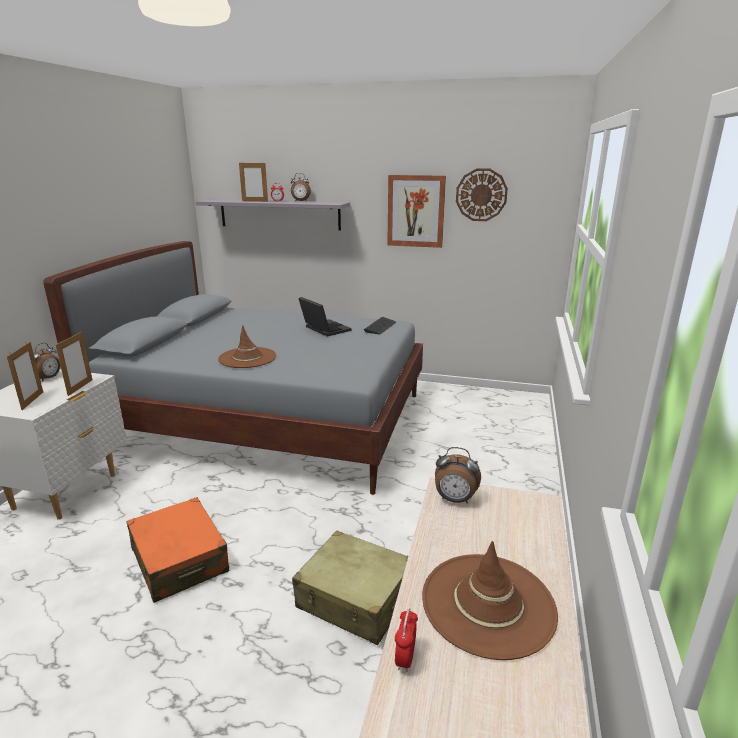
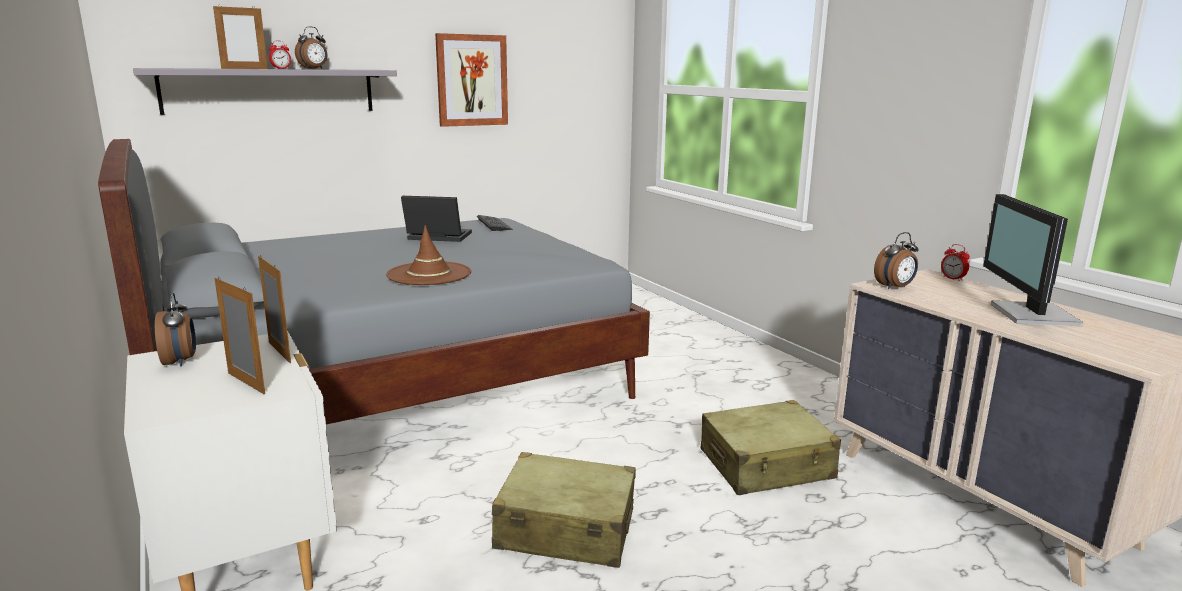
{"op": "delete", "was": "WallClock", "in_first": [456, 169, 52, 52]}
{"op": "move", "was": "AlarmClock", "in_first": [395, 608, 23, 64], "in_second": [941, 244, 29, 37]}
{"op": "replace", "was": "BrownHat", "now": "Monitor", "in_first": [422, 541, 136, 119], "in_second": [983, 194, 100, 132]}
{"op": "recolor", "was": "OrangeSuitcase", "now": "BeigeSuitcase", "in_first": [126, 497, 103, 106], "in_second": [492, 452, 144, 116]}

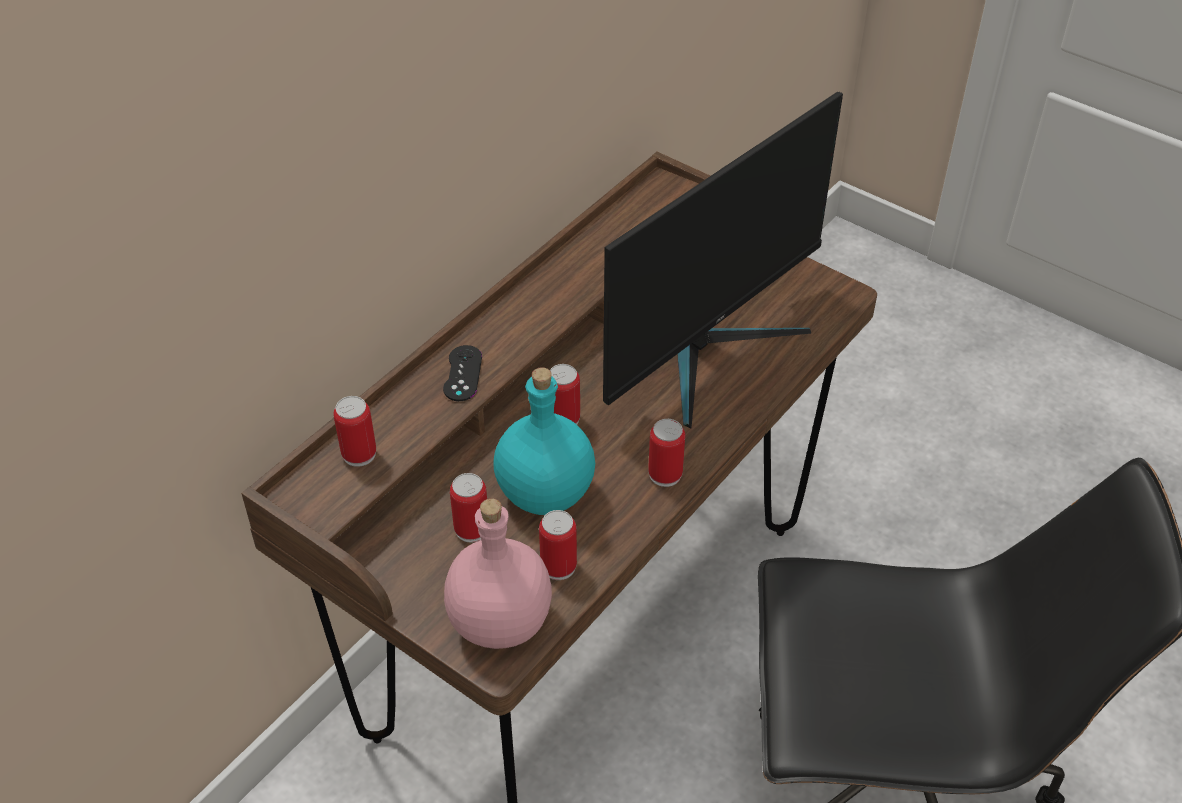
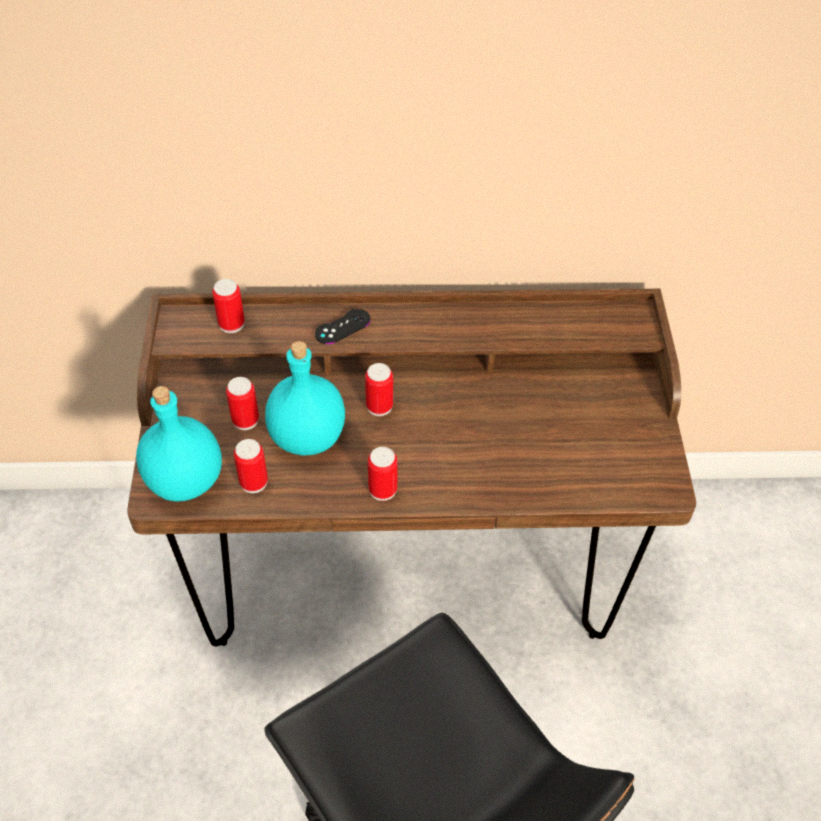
{"op": "delete", "was": "Monitor", "in_first": [603, 92, 240, 336]}
{"op": "recolor", "was": "PinkBottle", "now": "TurquoiseBottle", "in_first": [444, 498, 108, 151], "in_second": [136, 386, 86, 116]}

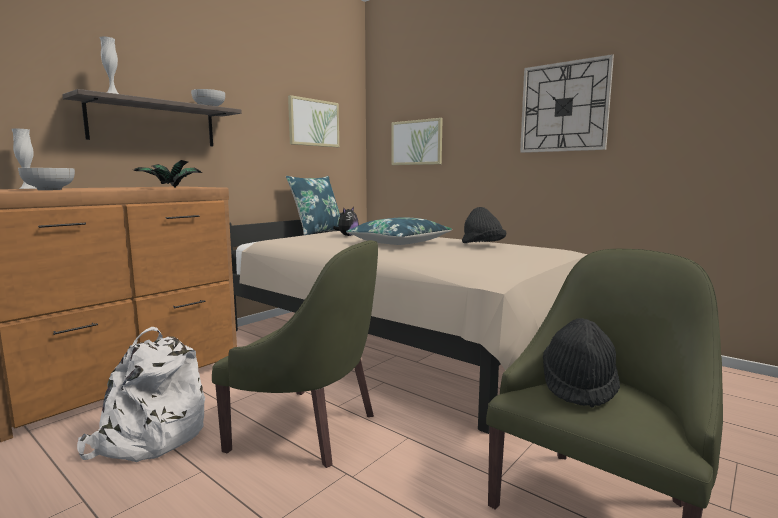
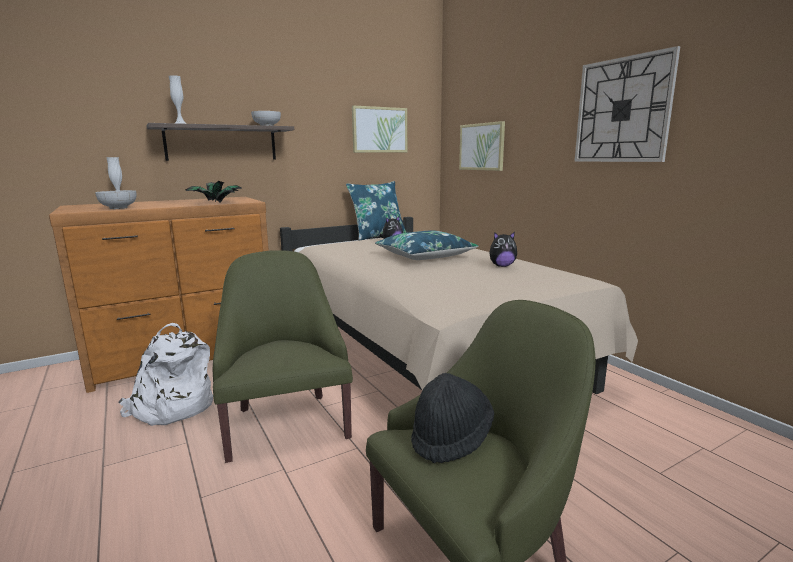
{"op": "replace", "was": "BlackHat", "now": "PlushToy", "in_first": [462, 207, 44, 36], "in_second": [489, 232, 28, 35]}
{"op": "rotate", "was": "GreenArmchair", "in_first": [212, 240, 166, 228], "in_second": [213, 250, 140, 213], "clockwise": -150}

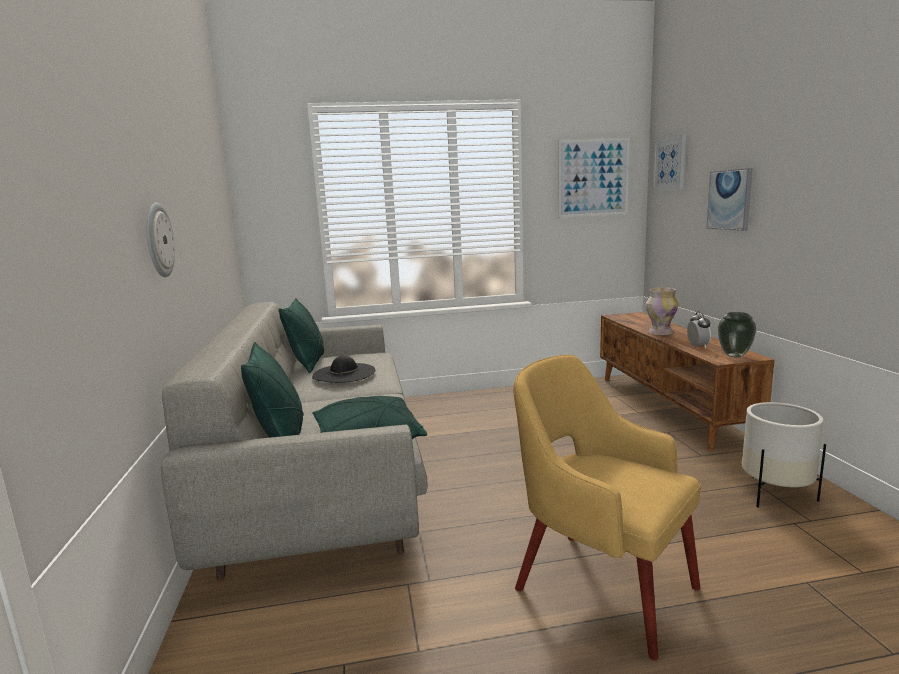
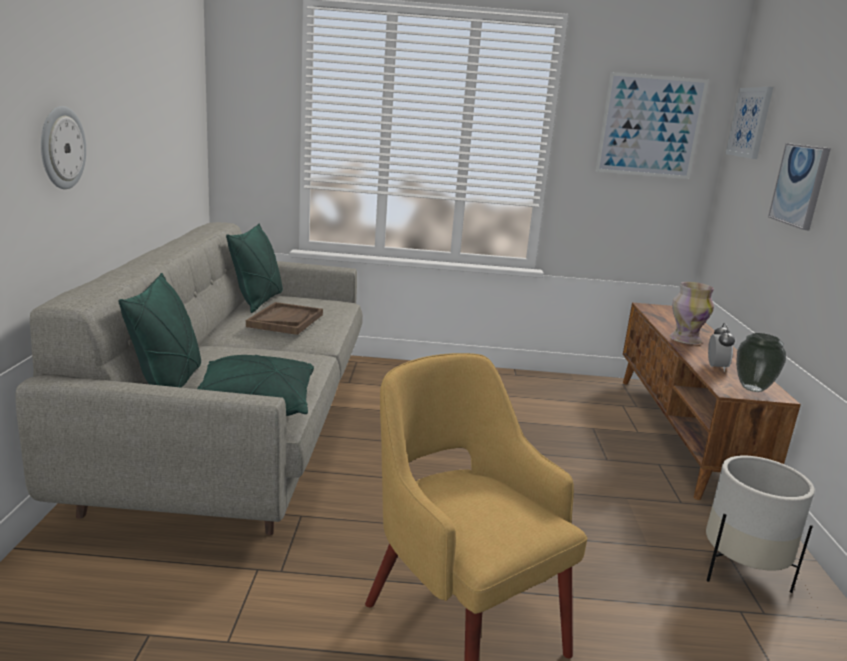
{"op": "replace", "was": "BlackHat", "now": "BrownTray", "in_first": [312, 356, 63, 27], "in_second": [246, 302, 77, 33]}

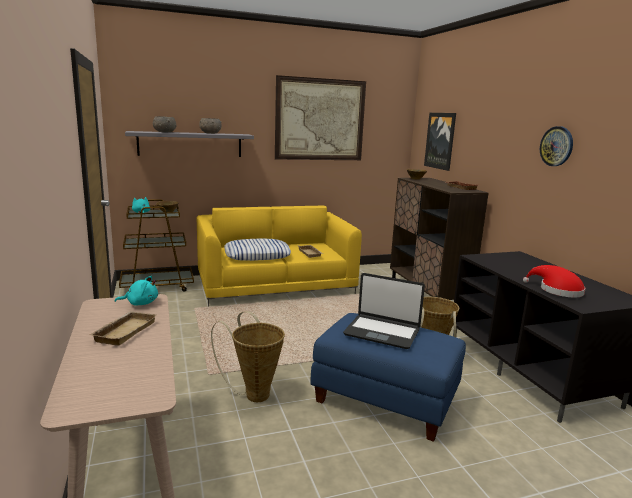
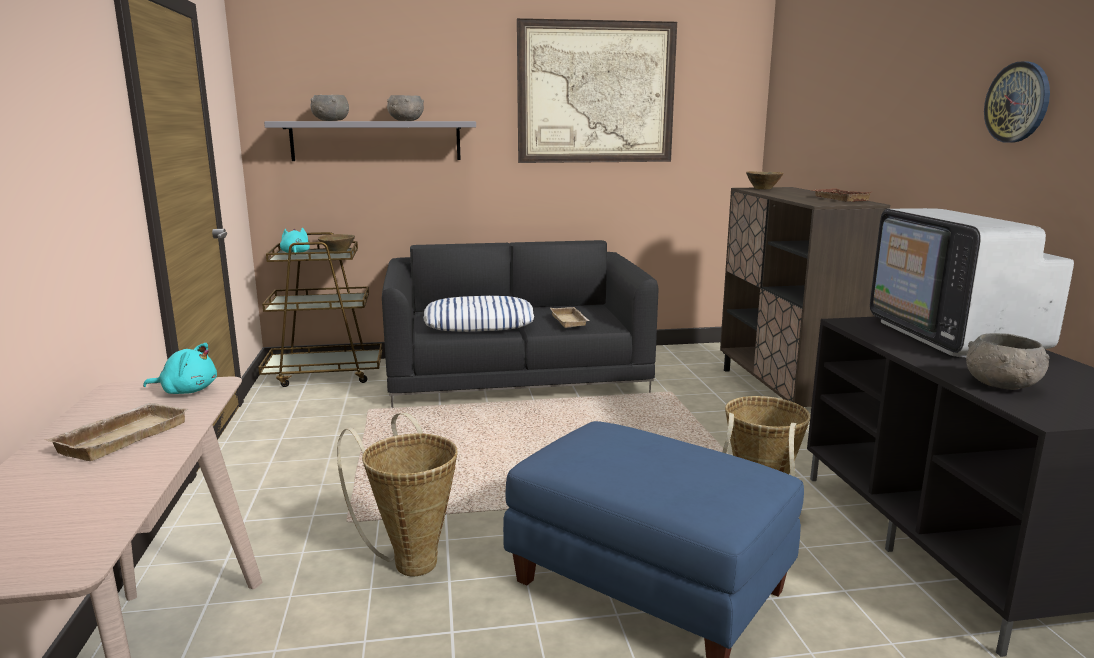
{"op": "delete", "was": "Laptop", "in_first": [343, 273, 82, 76]}
{"op": "delete", "was": "Picture", "in_first": [424, 113, 32, 58]}
{"op": "insert", "now": "Television", "in_second": [870, 208, 204, 150]}
{"op": "replace", "was": "RedHat", "now": "GreyBowl", "in_first": [523, 265, 63, 32], "in_second": [966, 333, 83, 57]}
{"op": "recolor", "was": "YellowSofa", "now": "BlackSofa", "in_first": [196, 205, 166, 102], "in_second": [382, 240, 277, 168]}

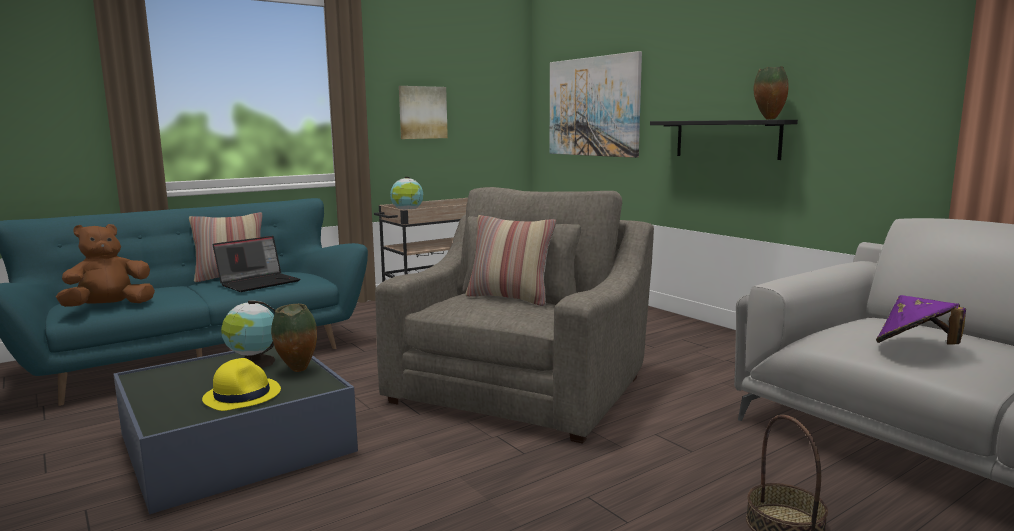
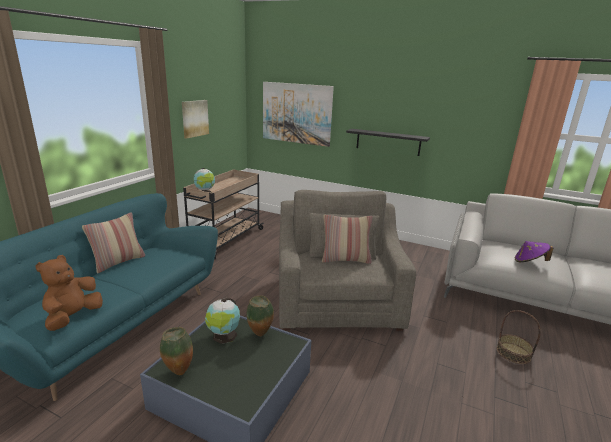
{"op": "delete", "was": "YellowHat", "in_first": [202, 358, 79, 53]}
{"op": "delete", "was": "Laptop", "in_first": [212, 236, 88, 56]}
{"op": "move", "was": "Vase", "in_first": [753, 66, 35, 54], "in_second": [160, 327, 33, 48]}

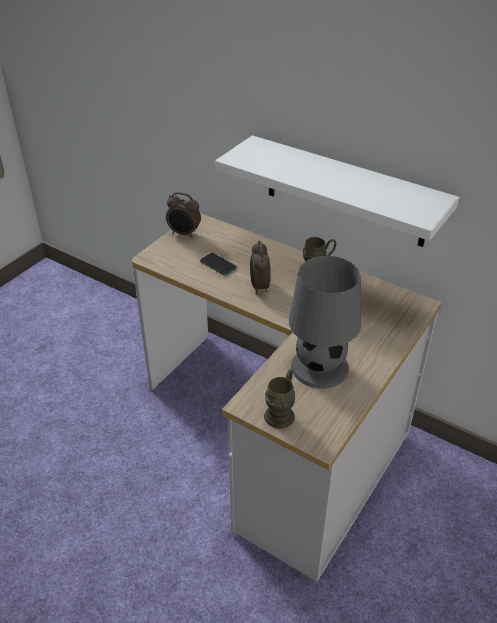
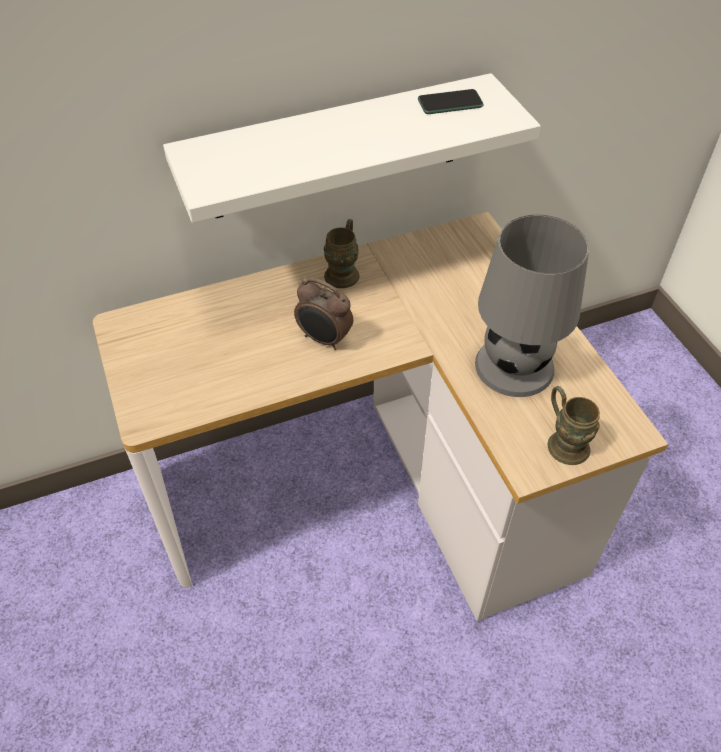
{"op": "delete", "was": "AlarmClock", "in_first": [166, 192, 35, 46]}
{"op": "move", "was": "Phone", "in_first": [200, 253, 37, 23], "in_second": [418, 89, 66, 25]}

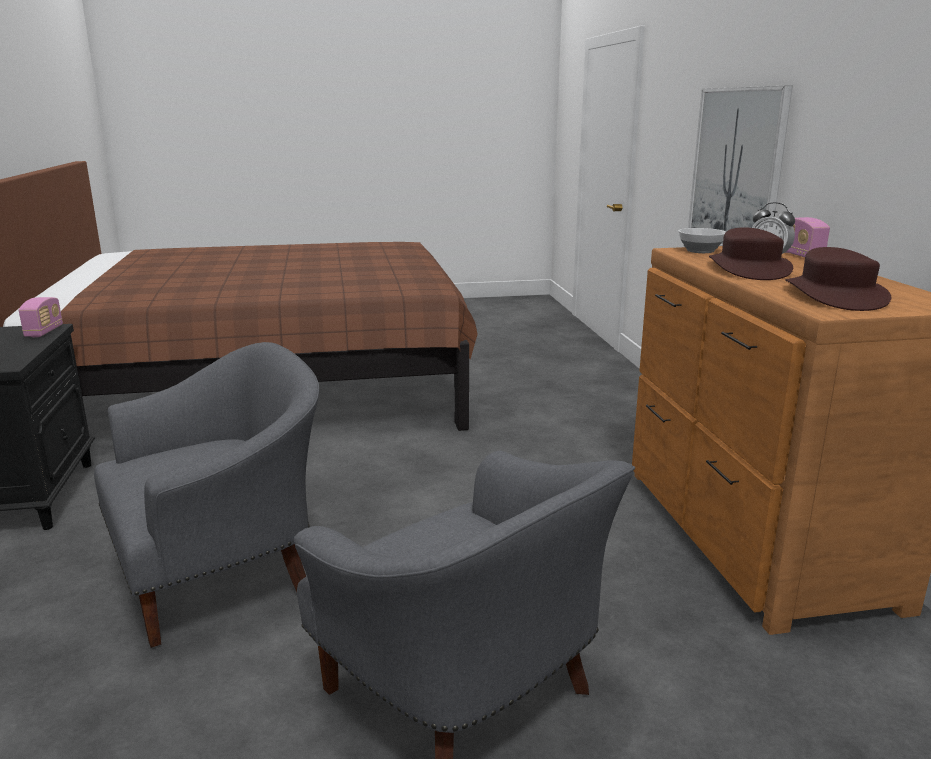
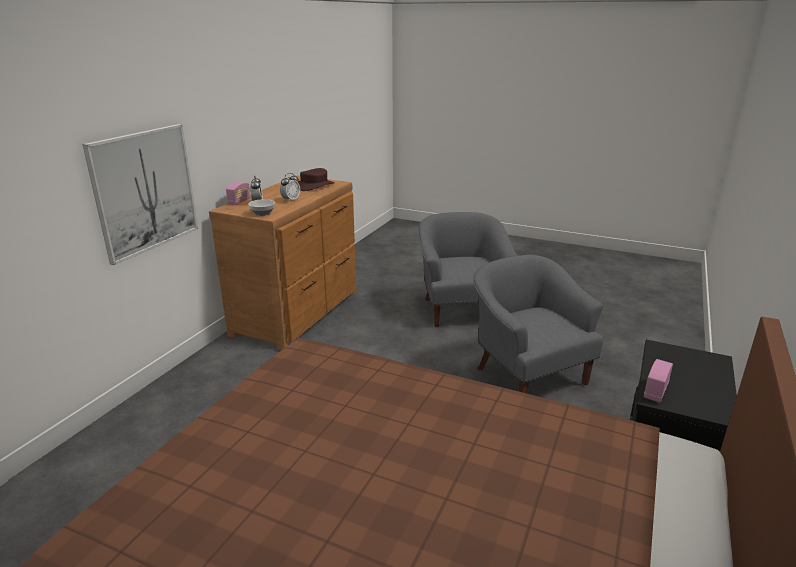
{"op": "replace", "was": "BrownHat", "now": "AlarmClock", "in_first": [709, 228, 84, 52], "in_second": [280, 173, 20, 29]}
{"op": "rotate", "was": "GreyArmchair", "in_first": [94, 342, 225, 306], "in_second": [473, 255, 130, 138], "clockwise": 60}

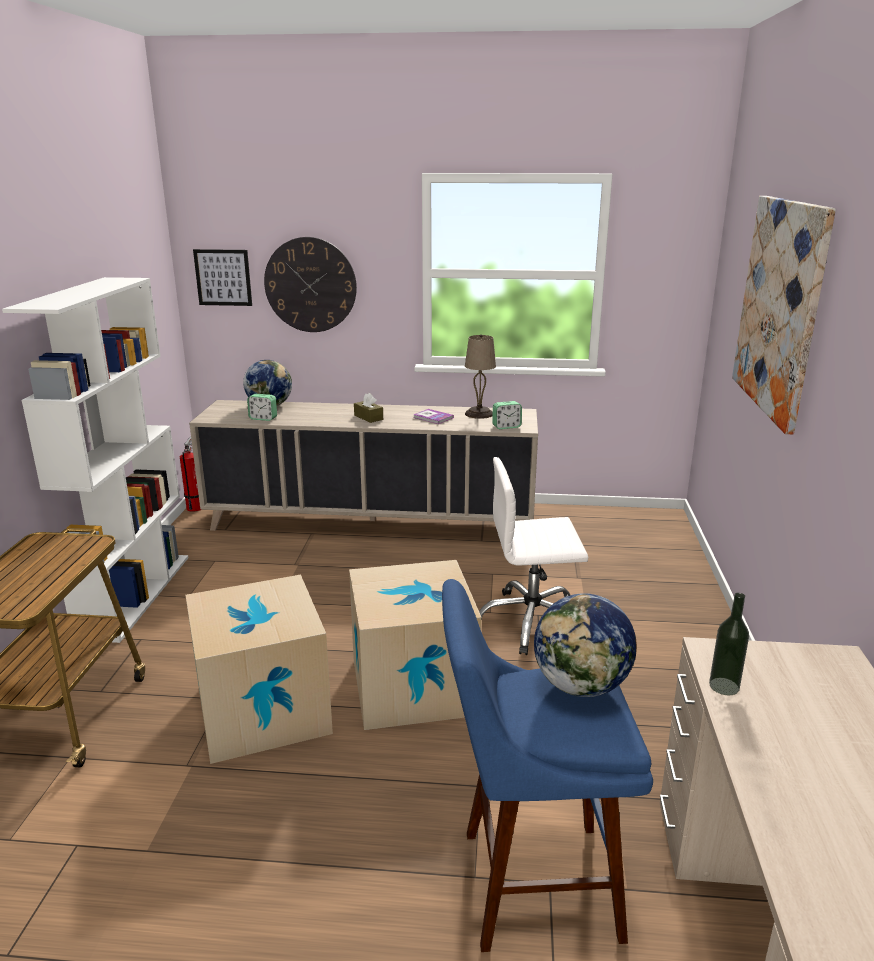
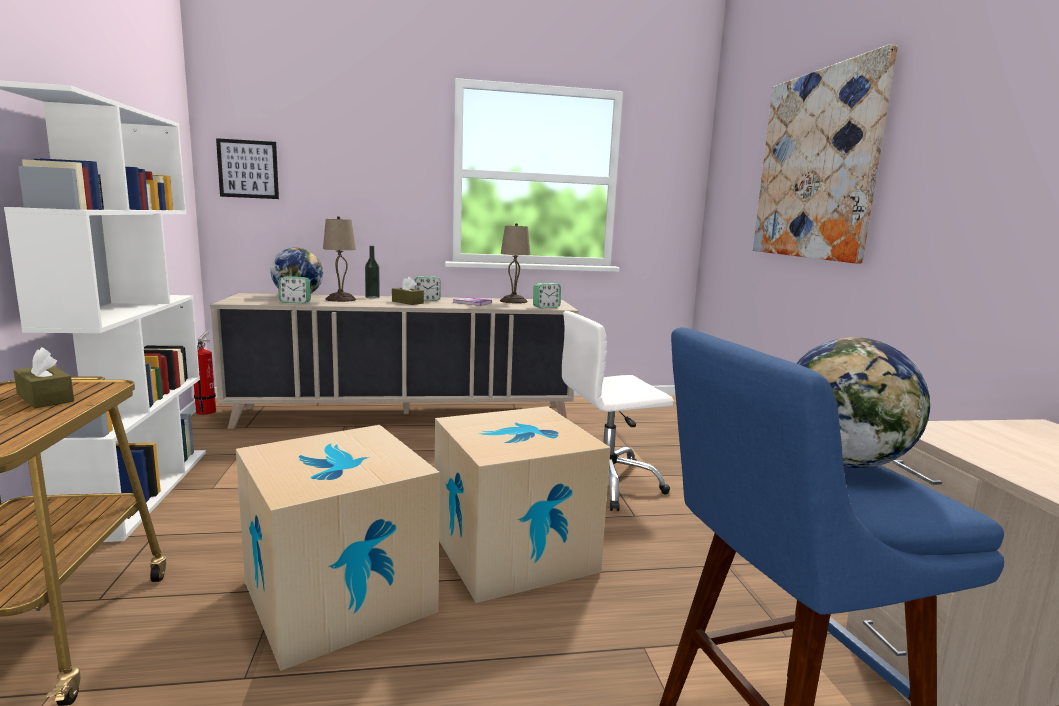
{"op": "delete", "was": "WallClock", "in_first": [264, 237, 93, 95]}
{"op": "insert", "now": "BrownTissueBox", "in_second": [14, 347, 60, 61]}
{"op": "insert", "now": "BeigeTableLamp", "in_second": [323, 216, 33, 86]}
{"op": "insert", "now": "AlarmClock", "in_second": [415, 276, 26, 25]}
{"op": "move", "was": "Bottle", "in_first": [709, 593, 40, 102], "in_second": [365, 246, 15, 53]}

